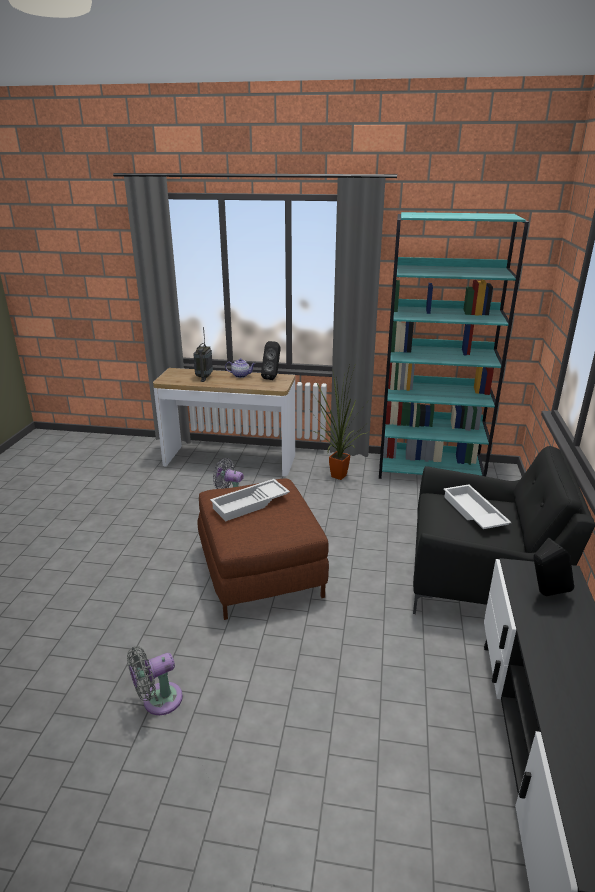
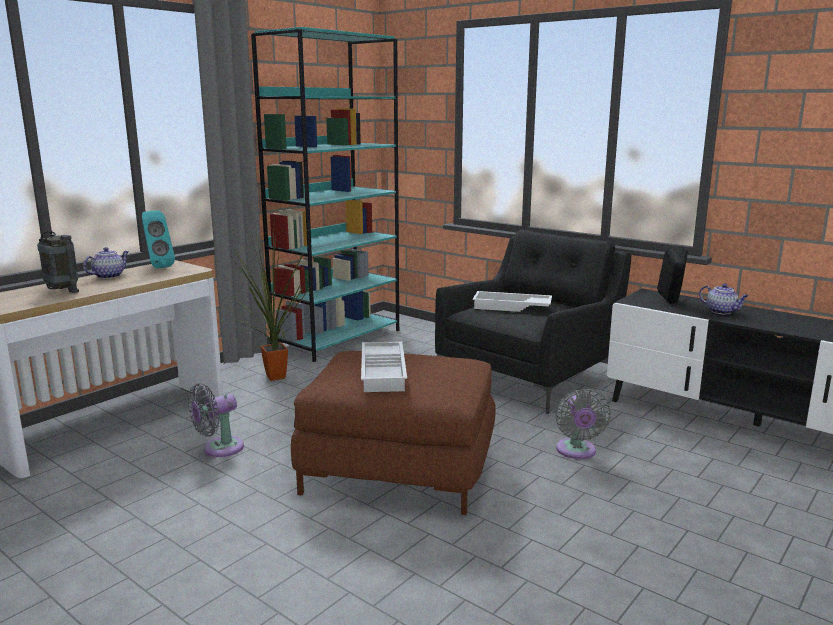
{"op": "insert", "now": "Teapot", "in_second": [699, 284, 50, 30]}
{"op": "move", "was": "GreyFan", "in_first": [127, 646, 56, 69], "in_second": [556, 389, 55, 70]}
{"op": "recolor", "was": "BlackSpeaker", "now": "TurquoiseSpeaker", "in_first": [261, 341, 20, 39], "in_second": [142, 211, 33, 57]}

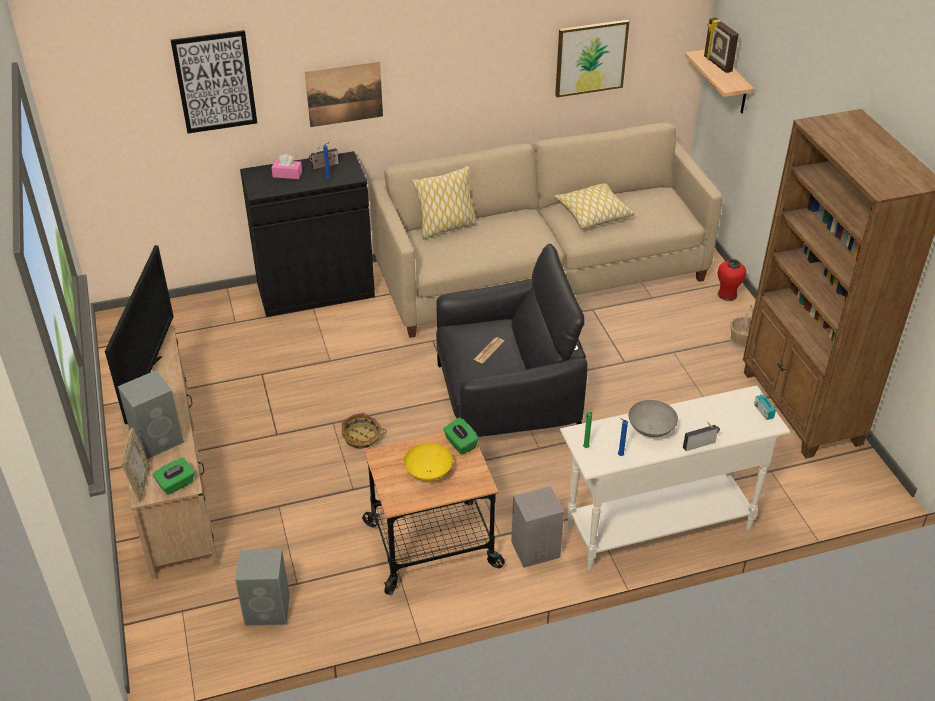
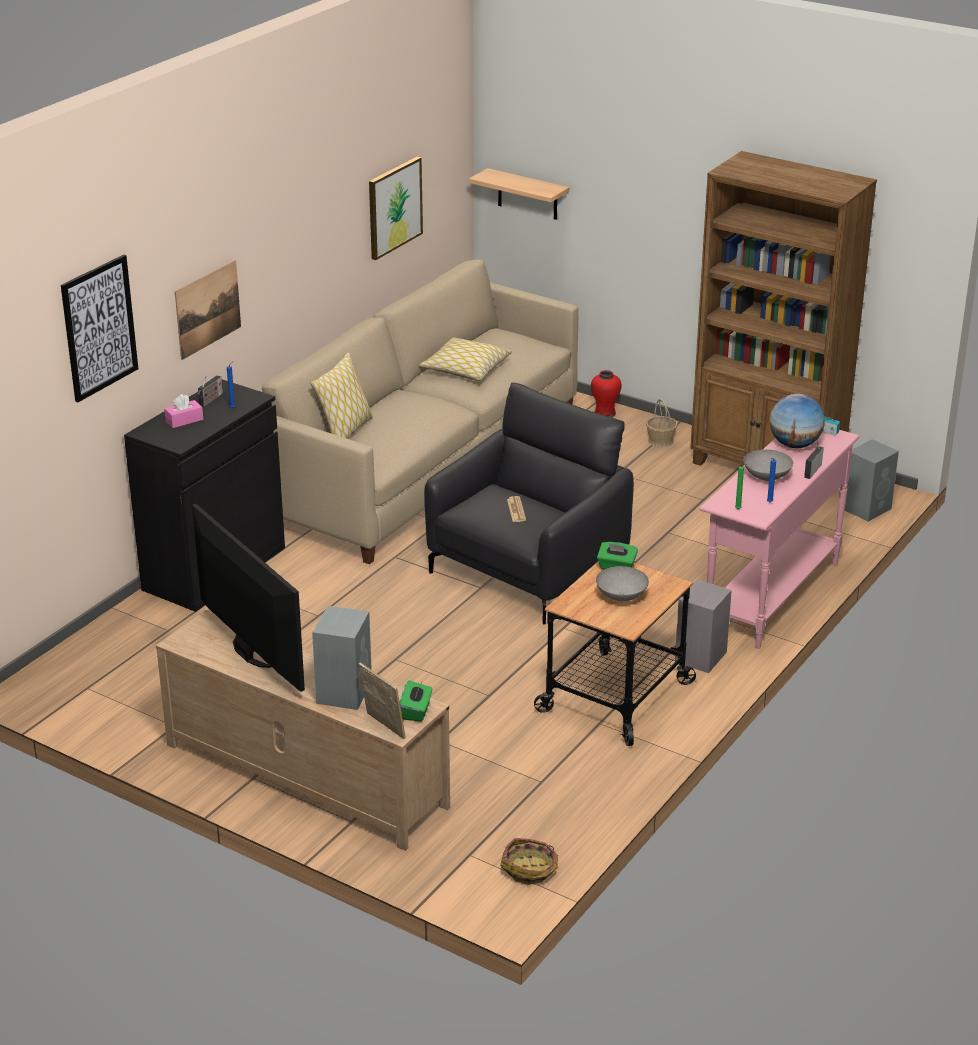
{"op": "delete", "was": "PictureFrame", "in_first": [704, 17, 35, 56]}
{"op": "insert", "now": "Globe", "in_second": [770, 394, 55, 54]}
{"op": "move", "was": "GreySpeaker", "in_first": [235, 549, 55, 77], "in_second": [845, 439, 54, 83]}
{"op": "move", "was": "Basket", "in_first": [342, 413, 45, 36], "in_second": [500, 838, 58, 47]}
{"op": "recolor", "was": "YellowBowl", "now": "GreyBowl", "in_first": [404, 443, 49, 38], "in_second": [596, 566, 53, 35]}
{"op": "recolor", "was": "WhiteConsoleTable", "now": "PinkConsoleTable", "in_first": [560, 385, 230, 185], "in_second": [699, 430, 161, 219]}

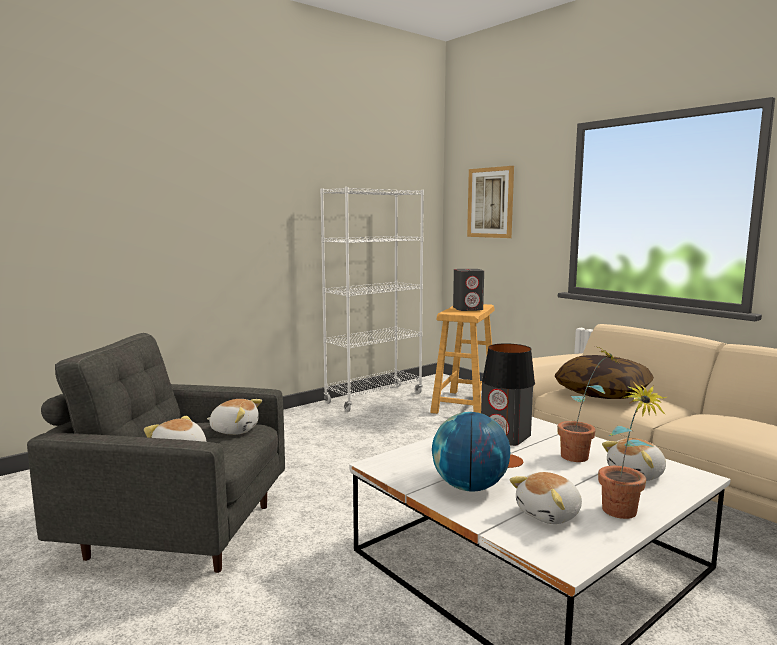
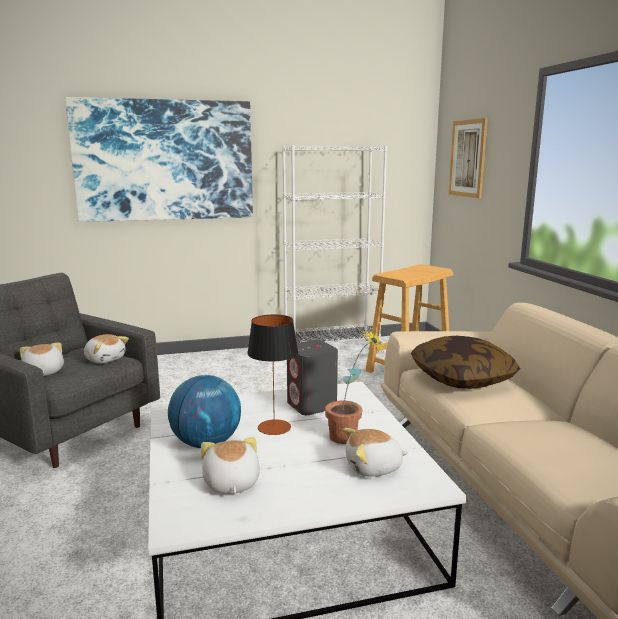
{"op": "delete", "was": "GreySpeaker", "in_first": [453, 269, 31, 42]}
{"op": "delete", "was": "PottedPlant", "in_first": [598, 381, 69, 138]}
{"op": "insert", "now": "Picture", "in_second": [65, 97, 188, 125]}
{"op": "rotate", "was": "PlushToy", "in_first": [510, 472, 72, 52], "in_second": [201, 437, 59, 57], "clockwise": 90}

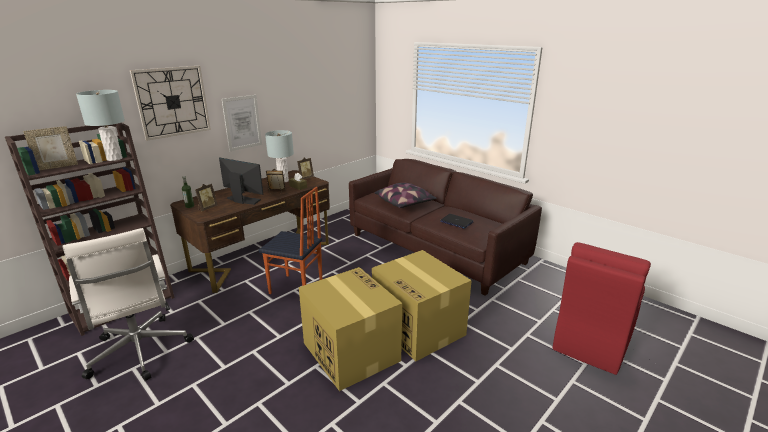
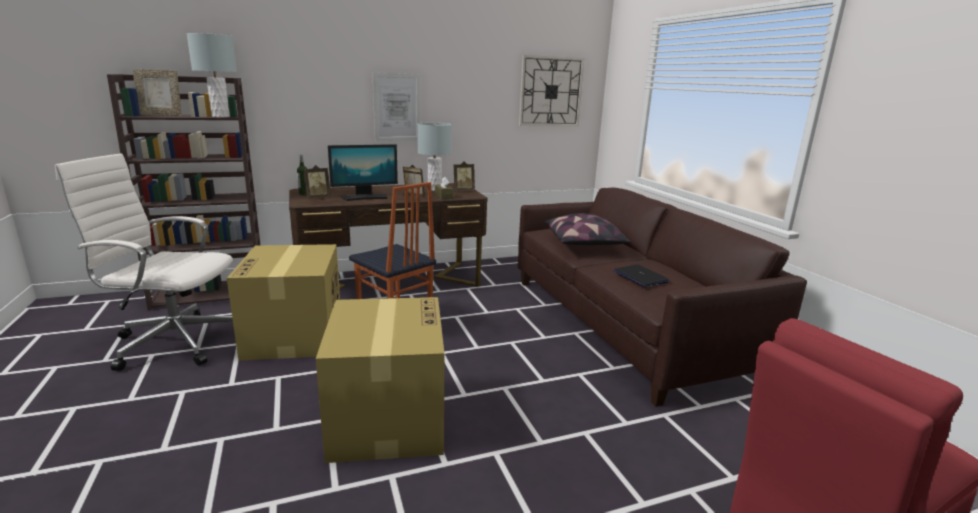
{"op": "move", "was": "WallClock", "in_first": [130, 66, 81, 75], "in_second": [519, 55, 65, 71]}
{"op": "move", "was": "CardboardBox", "in_first": [372, 250, 100, 111], "in_second": [227, 244, 113, 117]}
{"op": "rotate", "was": "WhiteOfficeChair", "in_first": [62, 228, 132, 153], "in_second": [55, 153, 178, 218], "clockwise": 105}
{"op": "rotate", "was": "Monitor", "in_first": [219, 157, 44, 48], "in_second": [328, 144, 70, 57], "clockwise": 105}

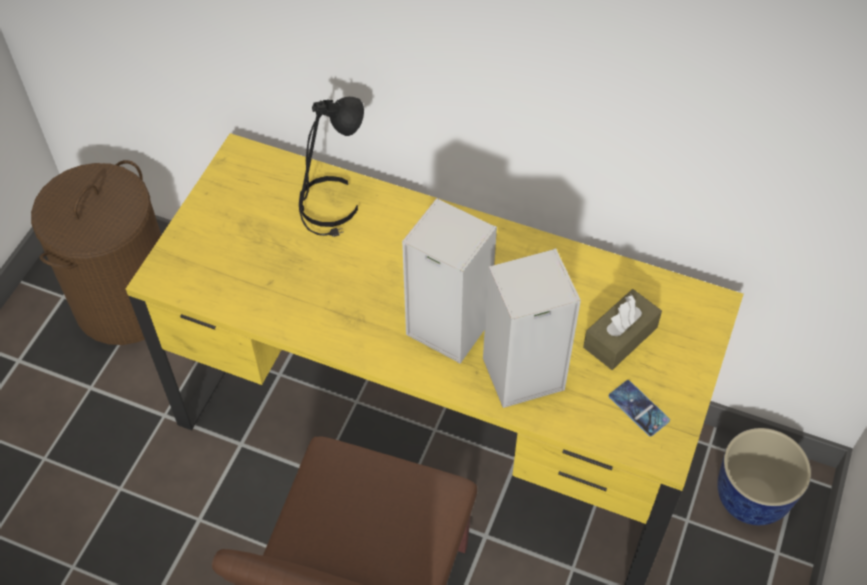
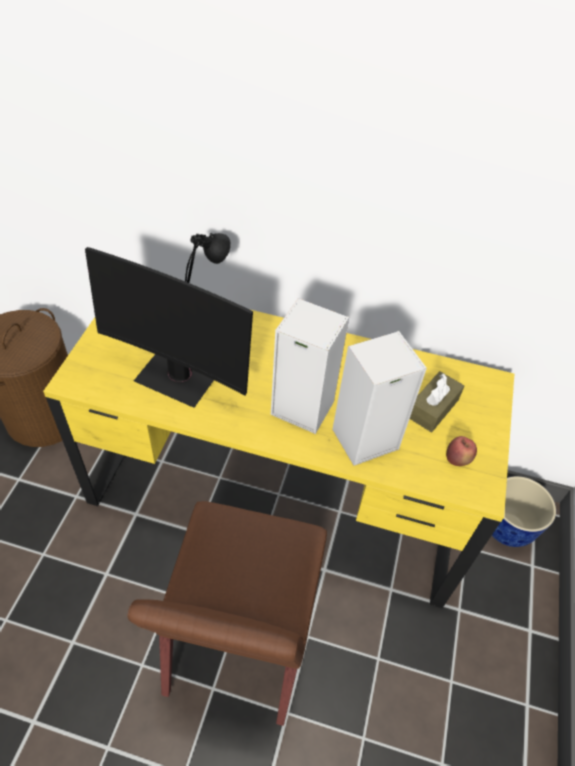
{"op": "insert", "now": "Monitor", "in_second": [85, 247, 168, 161]}
{"op": "replace", "was": "Phone", "now": "Apple", "in_first": [609, 380, 61, 57], "in_second": [446, 436, 31, 30]}

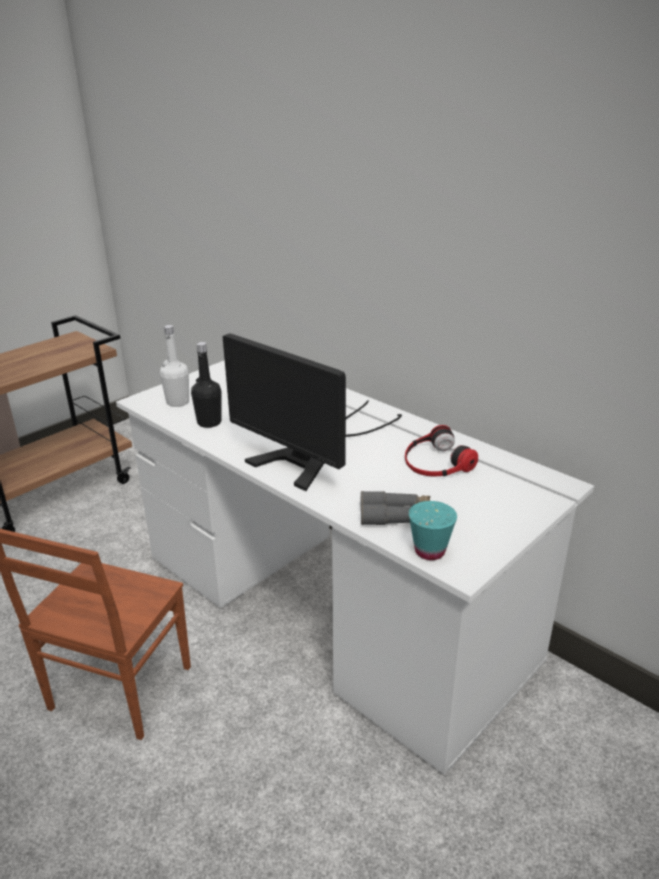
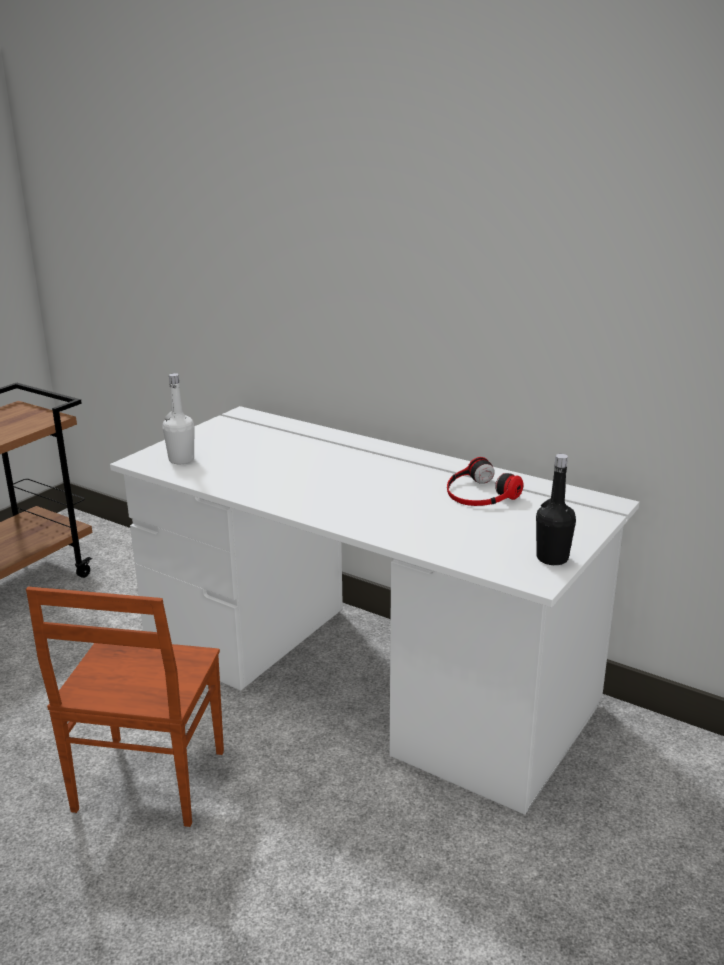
{"op": "delete", "was": "Monitor", "in_first": [223, 333, 179, 158]}
{"op": "delete", "was": "GreyBinoculars", "in_first": [361, 491, 69, 34]}
{"op": "delete", "was": "TurquoiseCup", "in_first": [409, 501, 48, 59]}
{"op": "move", "was": "BlackBottle", "in_first": [191, 342, 30, 86], "in_second": [536, 454, 40, 111]}

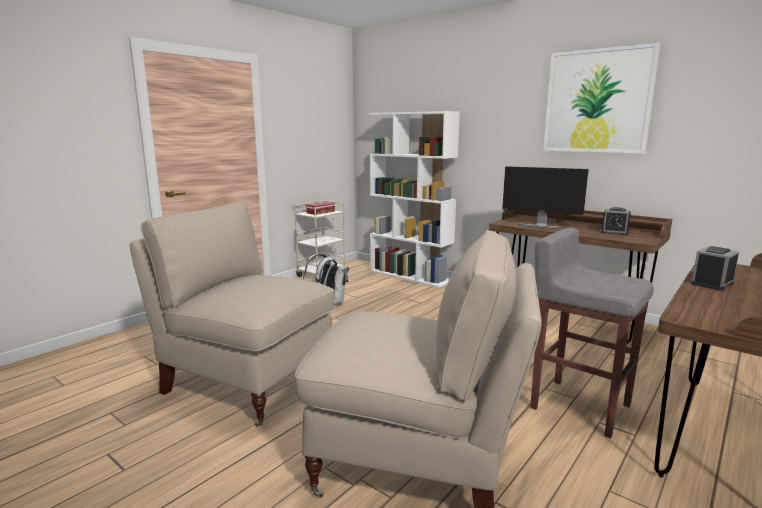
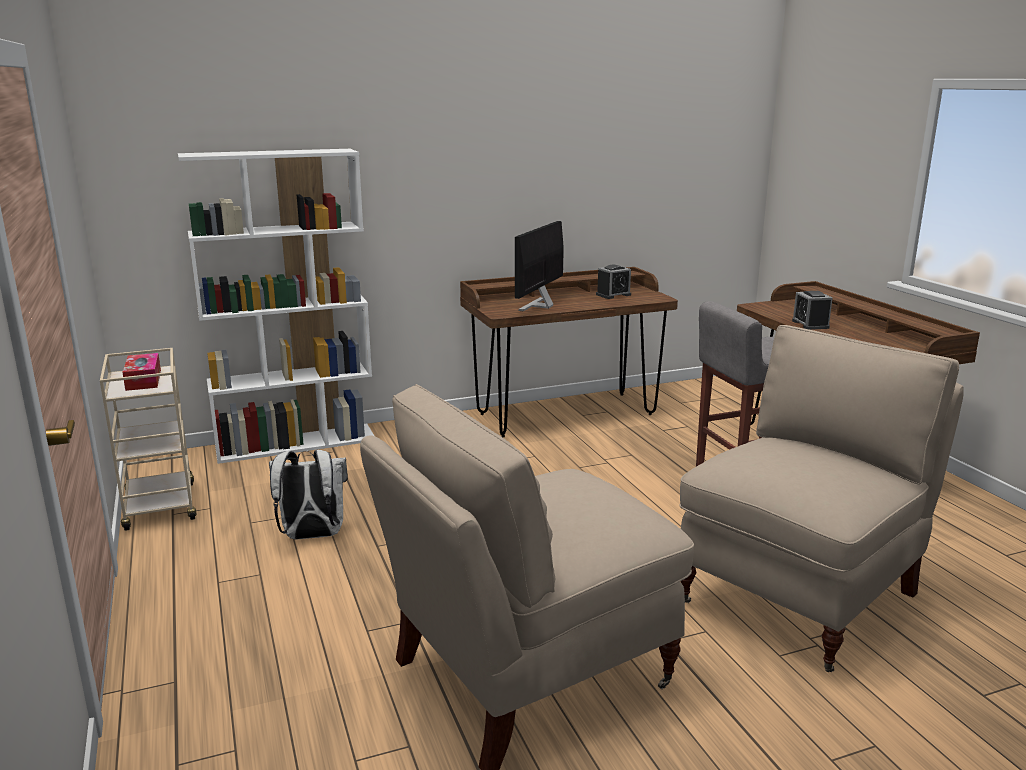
{"op": "delete", "was": "Picture", "in_first": [543, 43, 118, 111]}
{"op": "rotate", "was": "Monitor", "in_first": [502, 166, 87, 63], "in_second": [515, 221, 49, 90], "clockwise": 150}

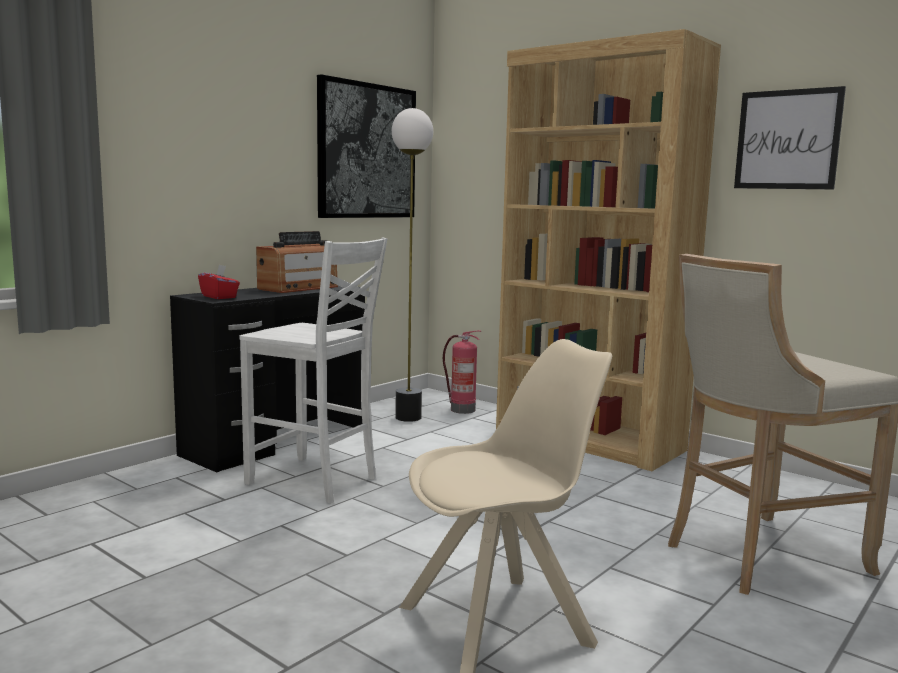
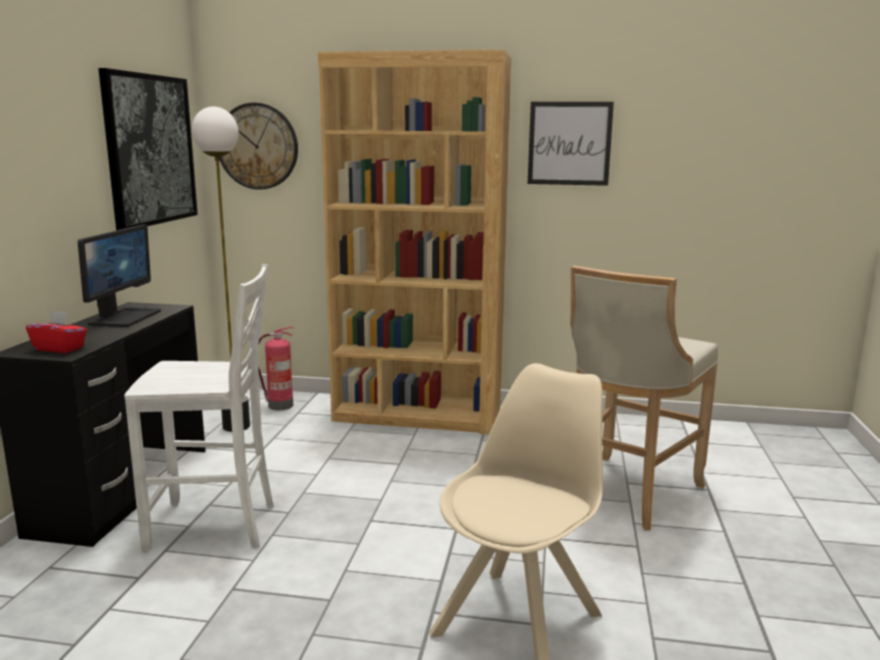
{"op": "insert", "now": "WallClock", "in_second": [220, 103, 78, 87]}
{"op": "replace", "was": "Radio", "now": "Monitor", "in_first": [256, 231, 82, 62], "in_second": [78, 224, 83, 103]}

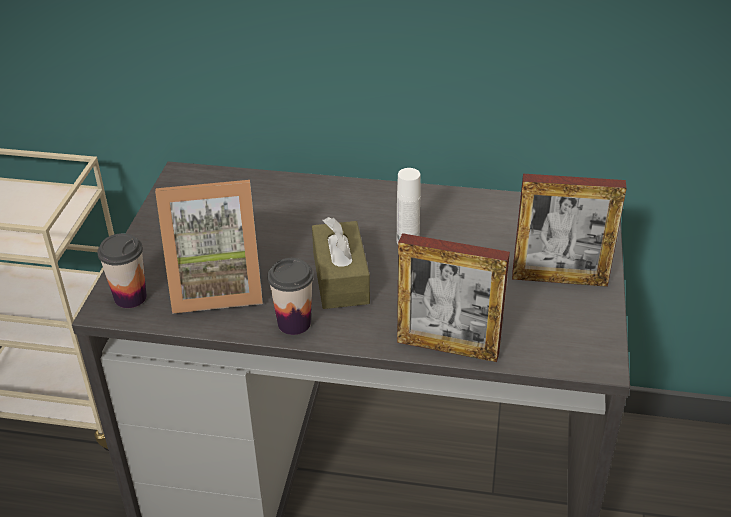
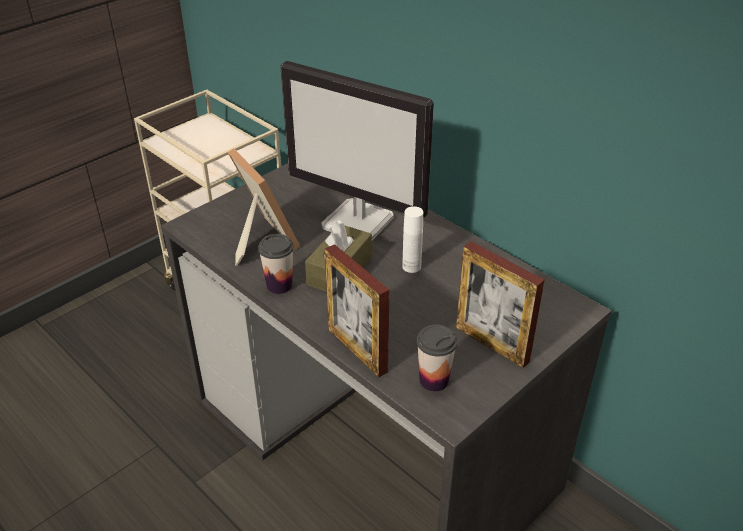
{"op": "insert", "now": "Monitor", "in_second": [280, 61, 154, 179]}
{"op": "move", "was": "Cup", "in_first": [97, 233, 50, 75], "in_second": [416, 324, 41, 68]}
{"op": "rotate", "was": "PictureFrame", "in_first": [155, 180, 108, 134], "in_second": [228, 148, 72, 118], "clockwise": -150}

